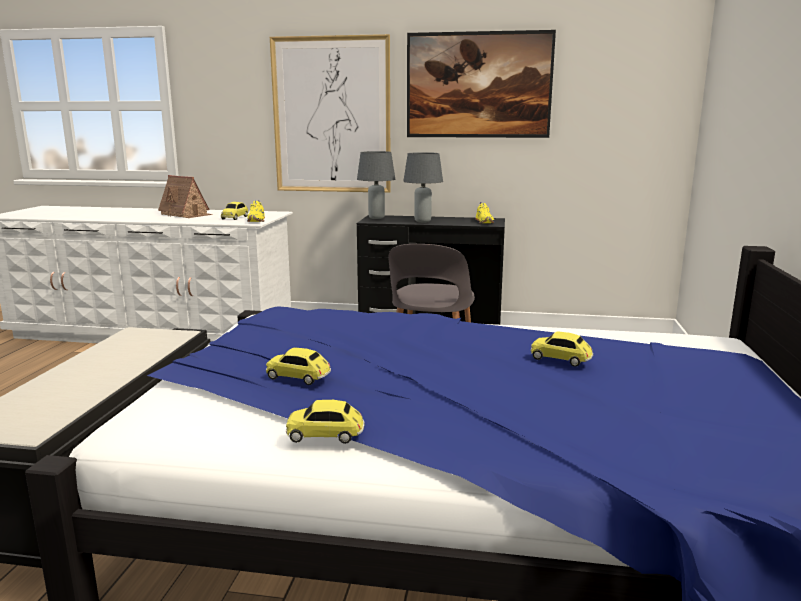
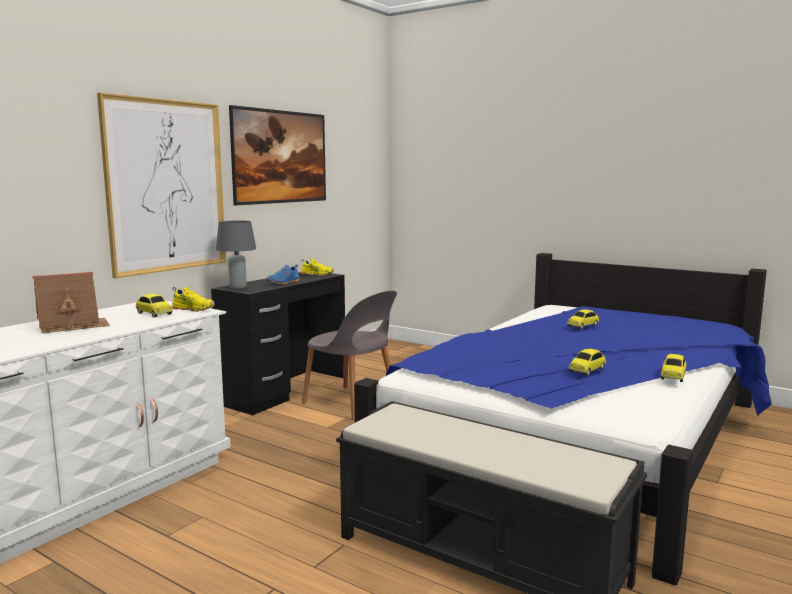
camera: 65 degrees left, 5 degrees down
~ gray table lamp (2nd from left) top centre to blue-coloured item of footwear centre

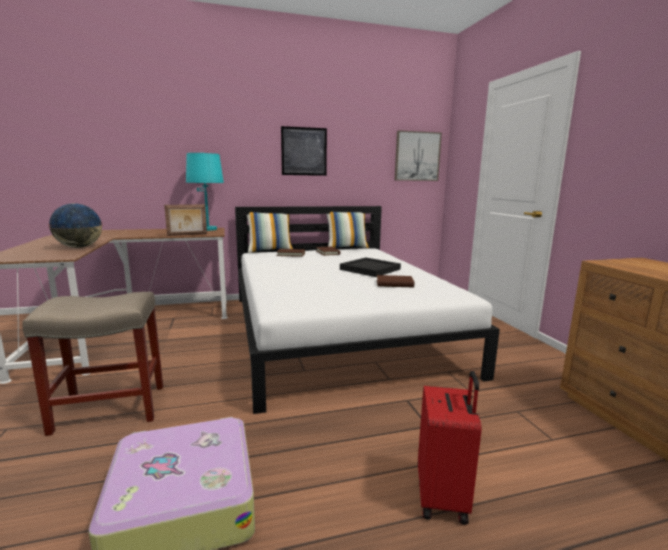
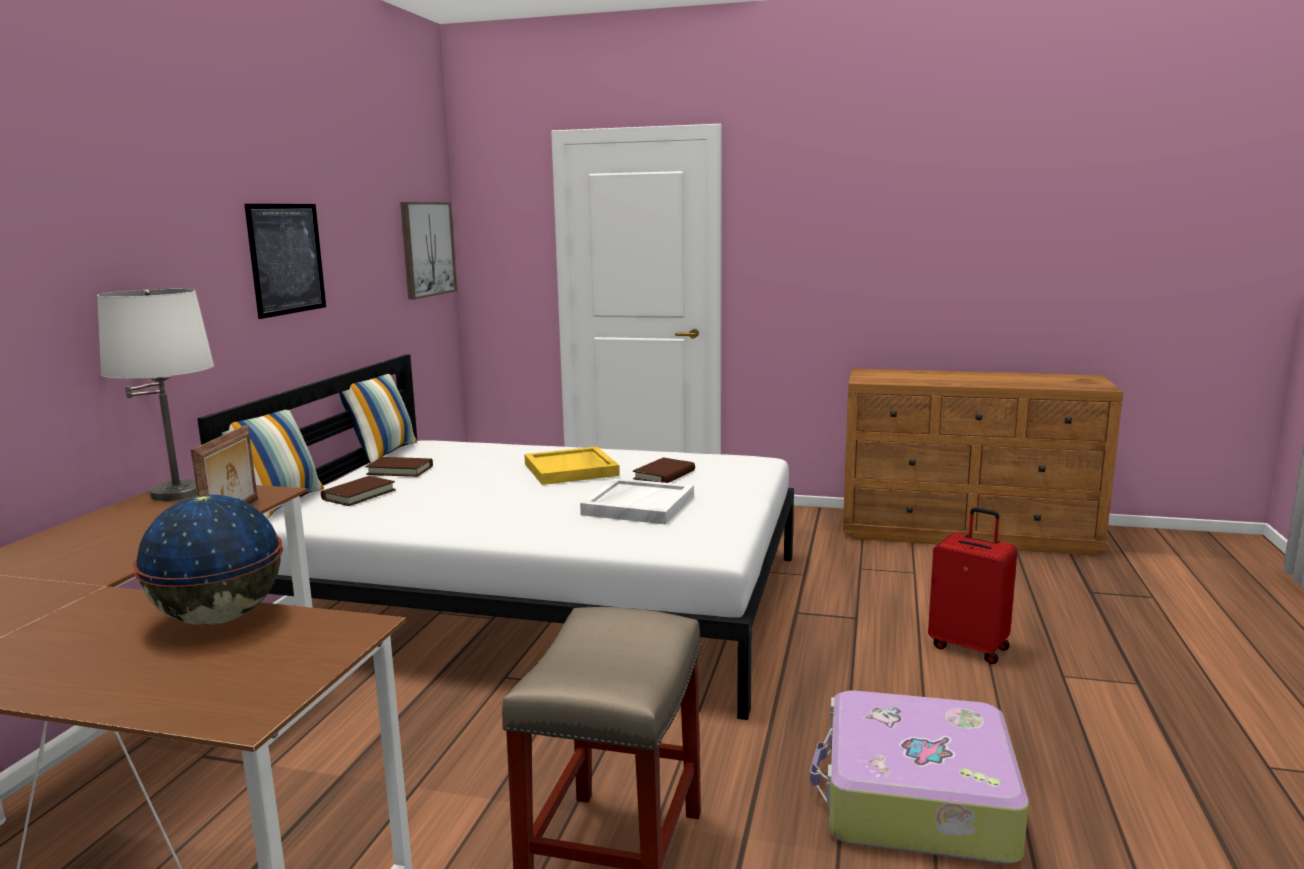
camera: 60 degrees left, 0 degrees up
~ turquoise table lamp middle left to white-coloured table lamp middle left
~ blackish serving tray centre to yellow serving tray centre
+ white-coloured serving tray centre

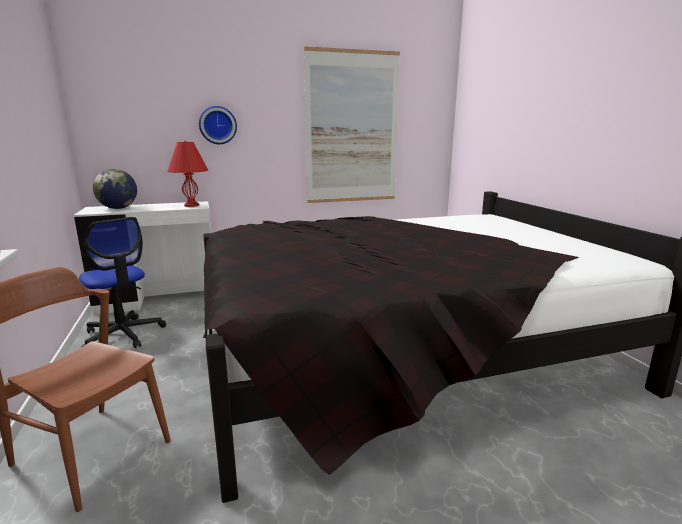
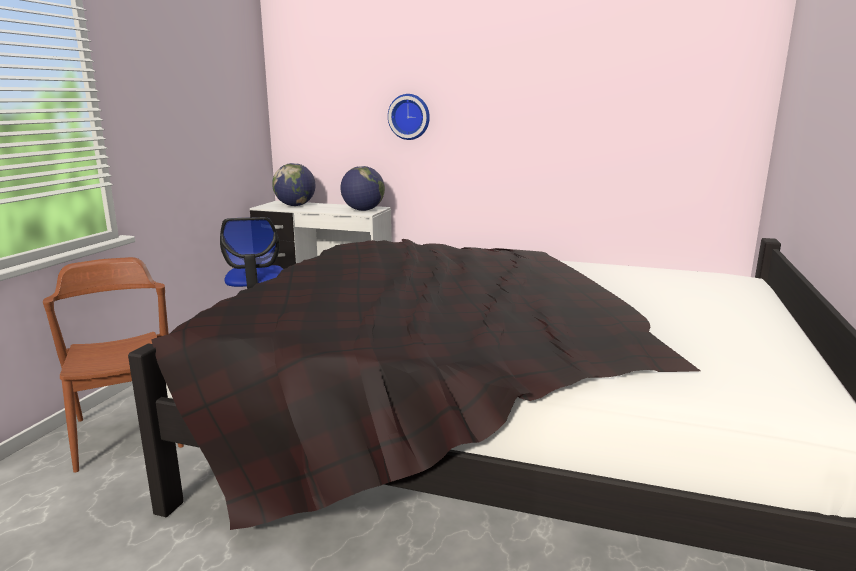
camera: 35 degrees right, 0 degrees up
~ red-coloured table lamp top left to desk globe (2nd from left) top centre
- wall picture top centre

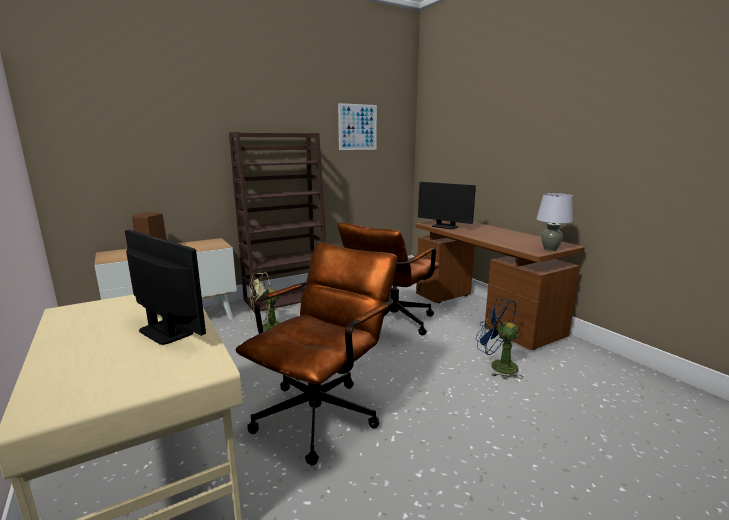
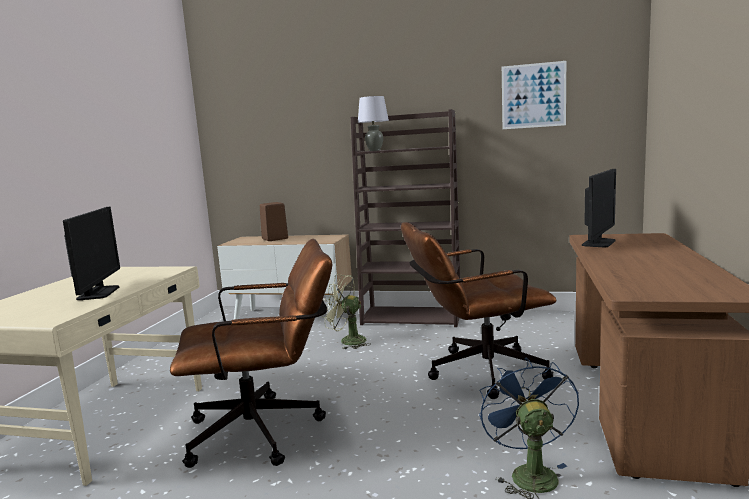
camera: 45 degrees right, 5 degrees down
~ computer display (2nd from left) centre = middle right 135 degrees counterclockwise
~ gray table lamp middle right to top centre

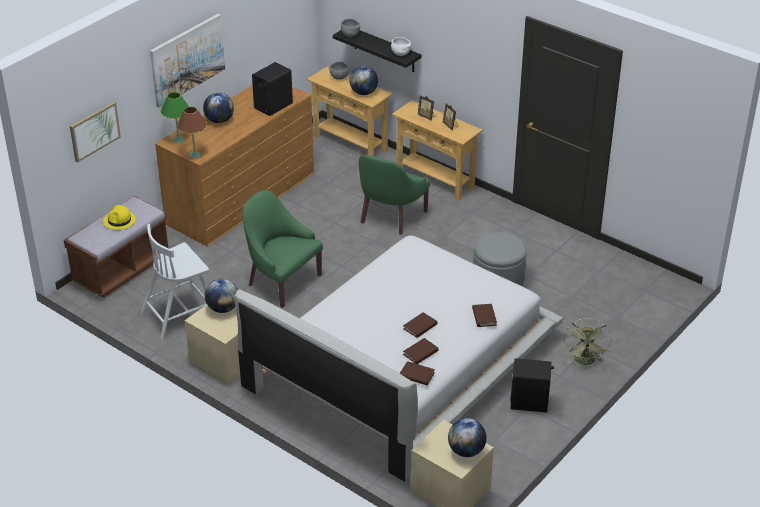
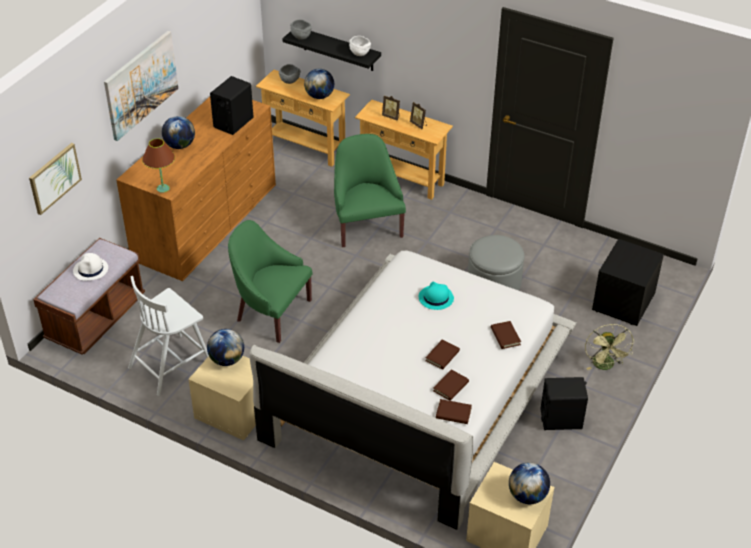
camera: 10 degrees left, 5 degrees up
~ yellow clothing hat middle left to white-coloured clothing hat middle left
- green table lamp top left
~ green armchair (2nd from left) centre = centre 150 degrees clockwise
+ turquoise clothing hat centre
+ blackish nightstand middle right

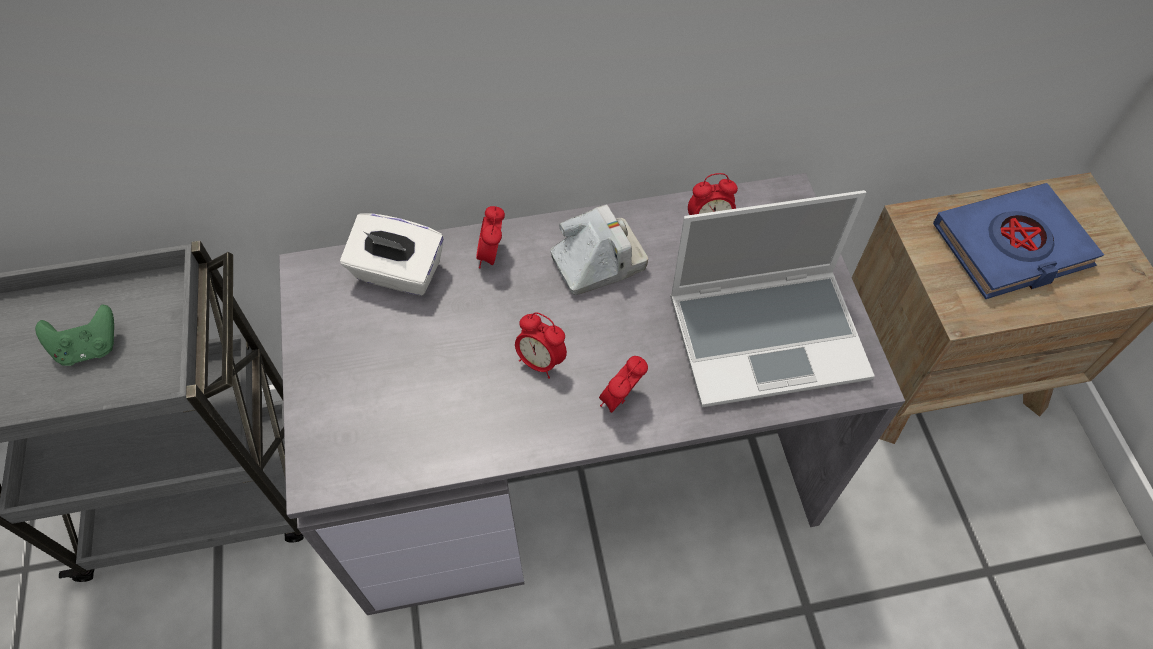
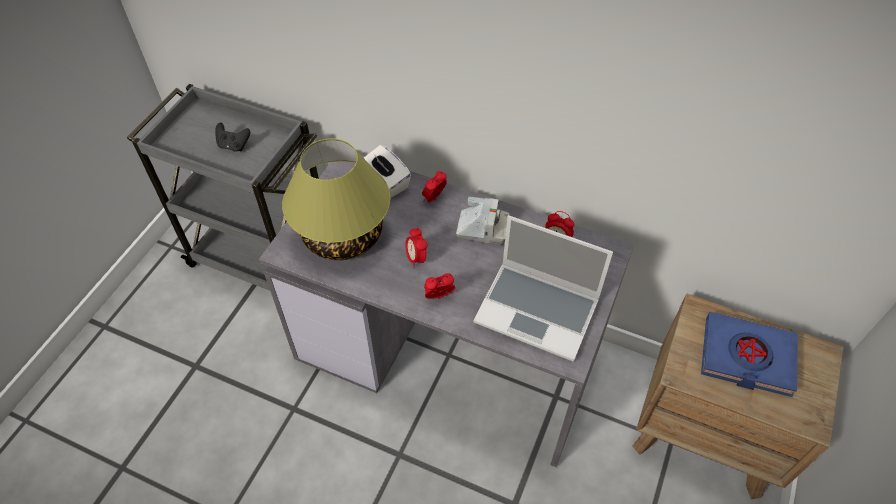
camera: 35 degrees right, 5 degrees down
~ green joypad middle left to blackish joypad top left
+ table lamp centre

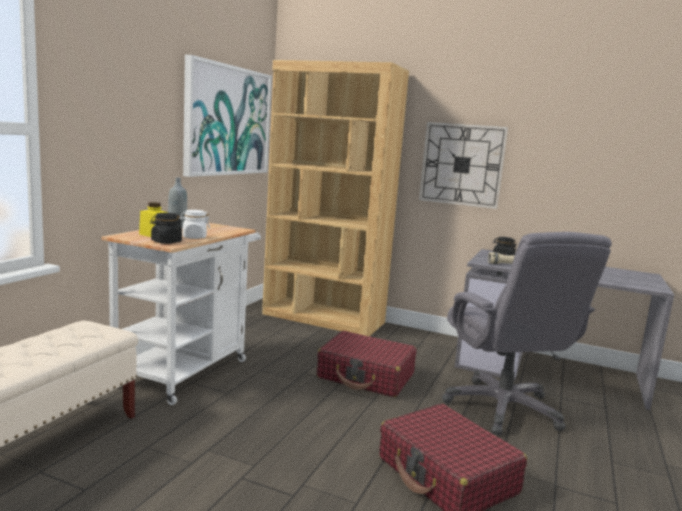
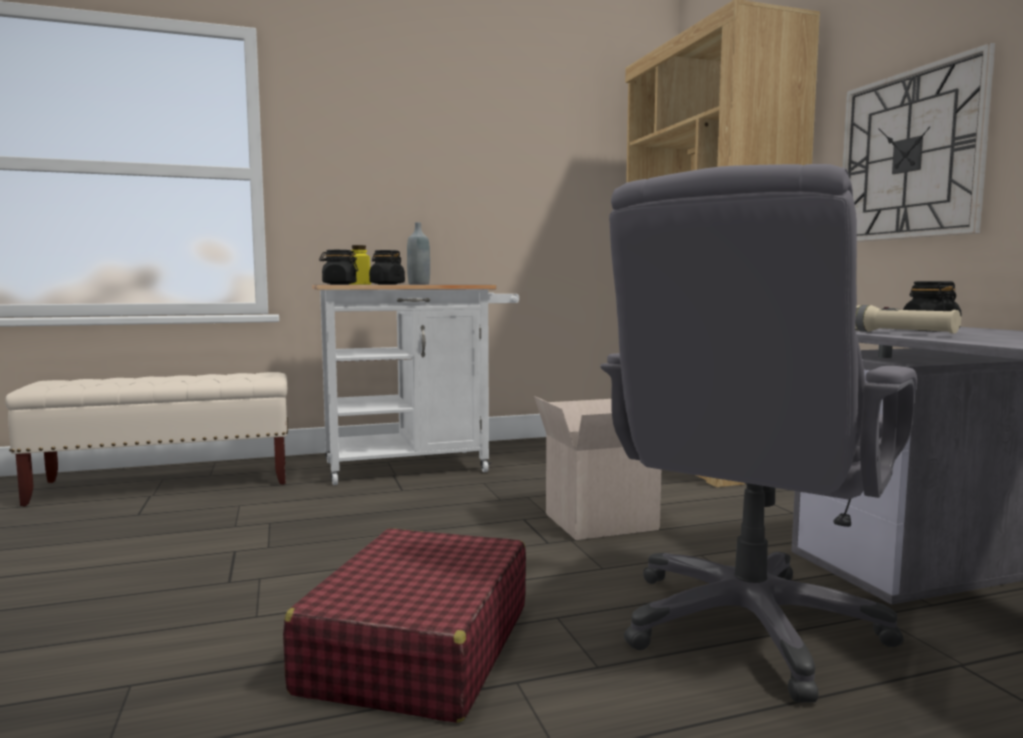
camera: 50 degrees right, 5 degrees down
~ white-coloured preserve jar middle left to blackish preserve jar (2nd from left) centre
- wall picture top left
~ red-coloured travel case (1st from left) bottom centre to cardboard box centre

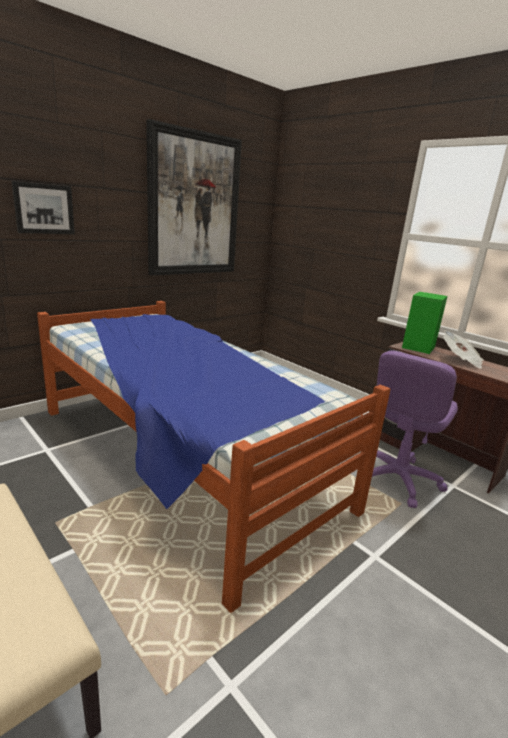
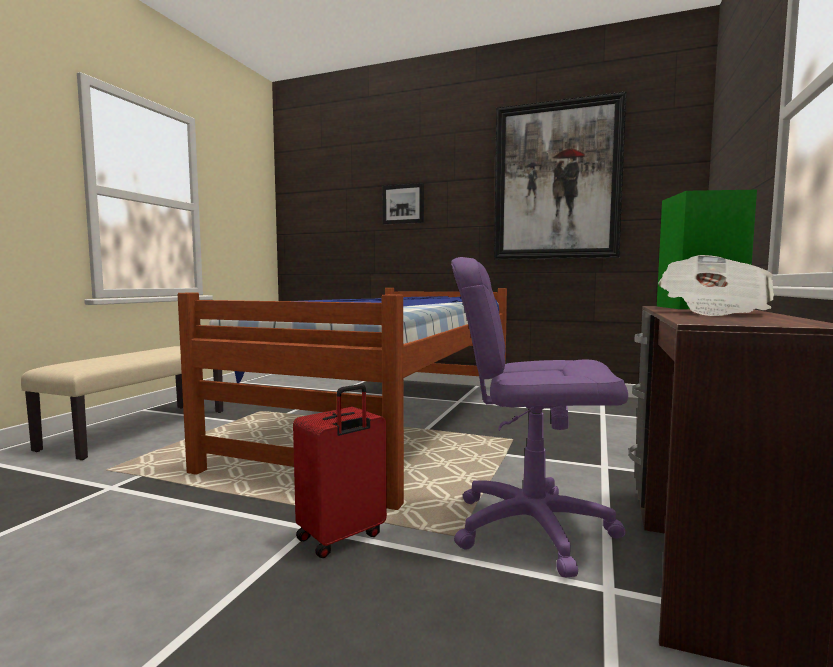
camera: 65 degrees right, 15 degrees down
+ red-coloured travel case bottom centre

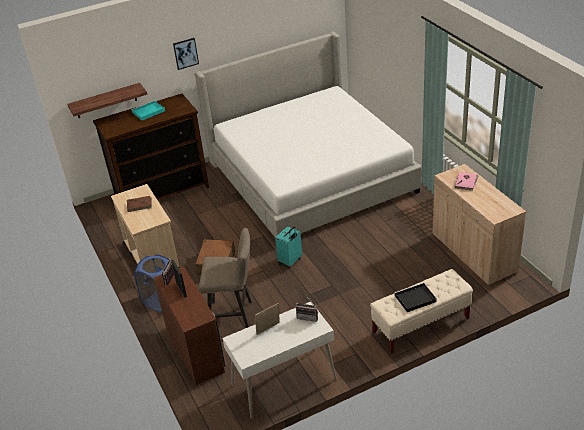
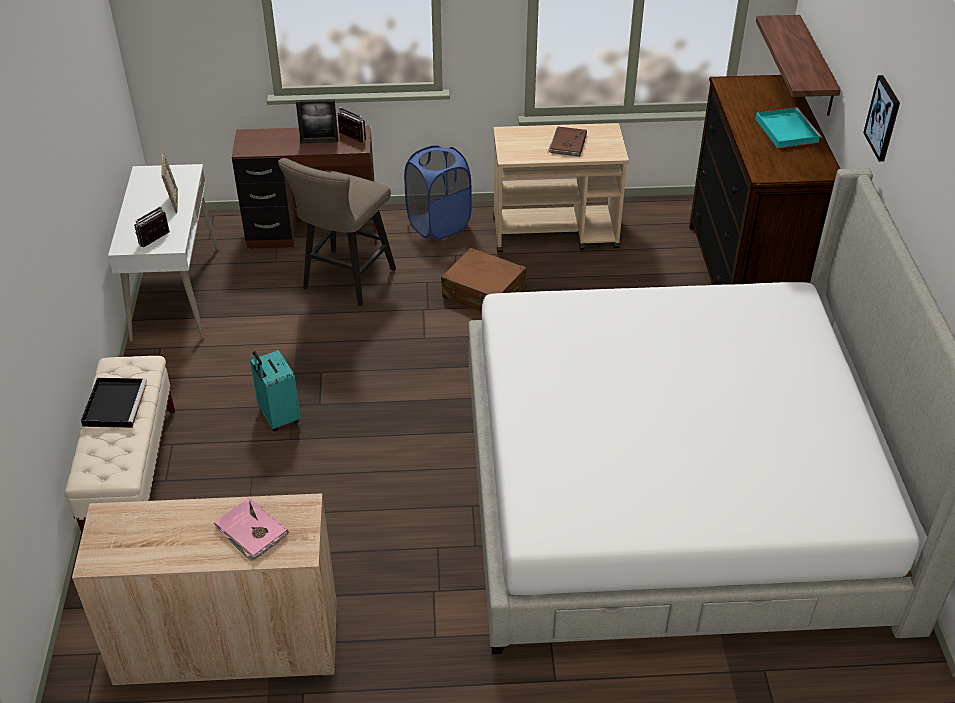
camera: 110 degrees right, 5 degrees up
~ turquoise travel case centre to middle left

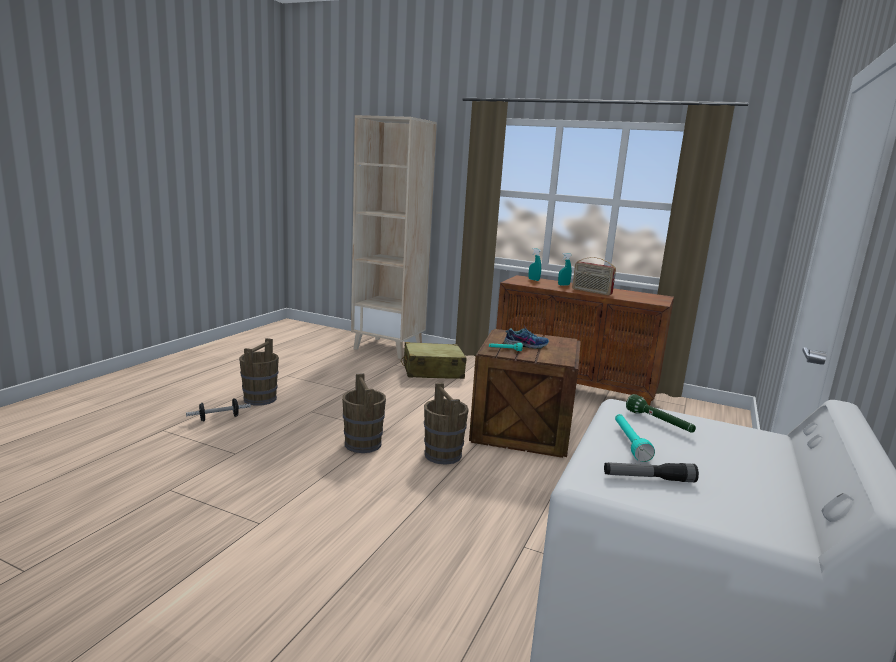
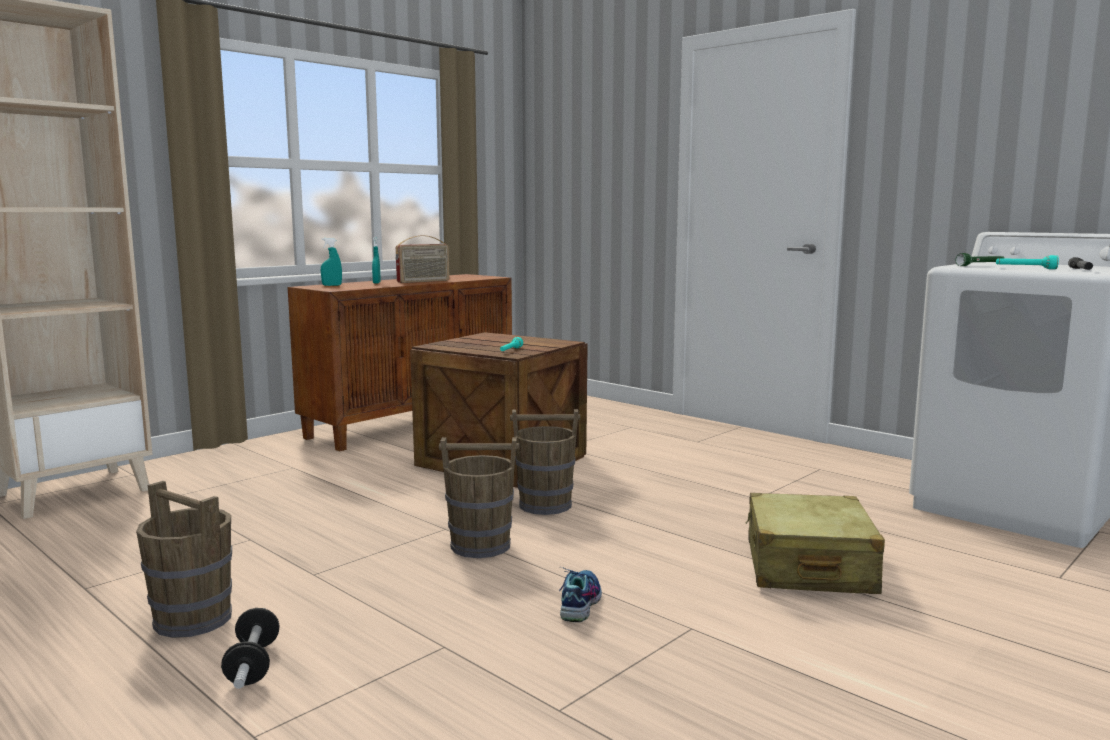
camera: 70 degrees left, 5 degrees down
~ beige-coloured travel case centre to bottom right
~ item of footwear centre to bottom centre

